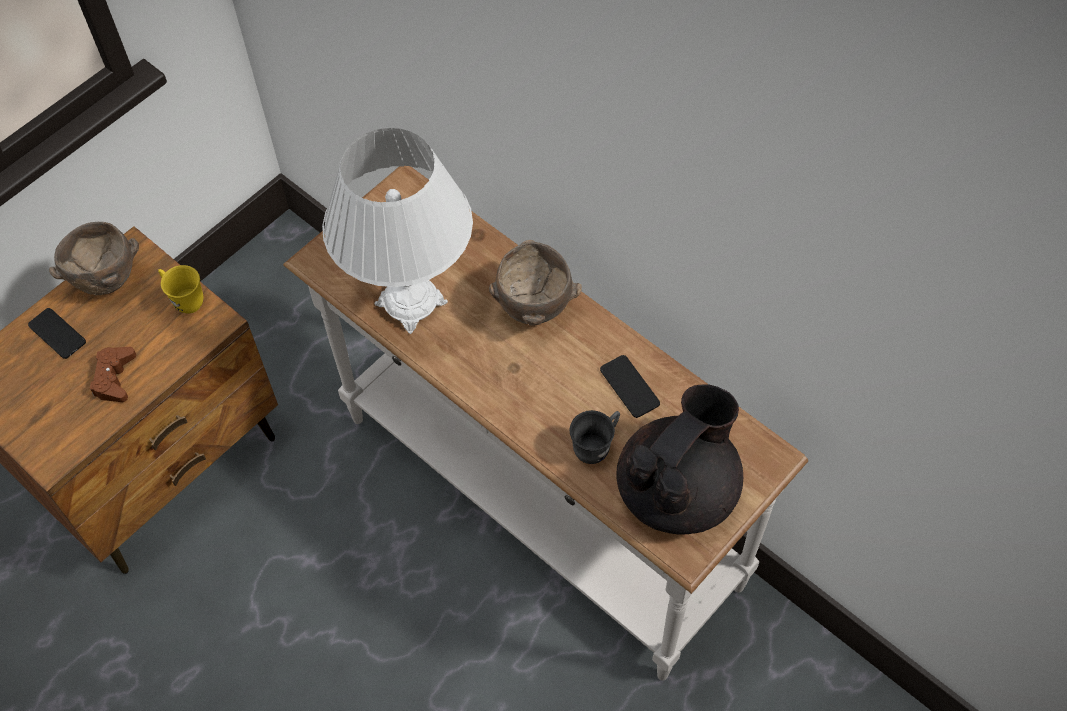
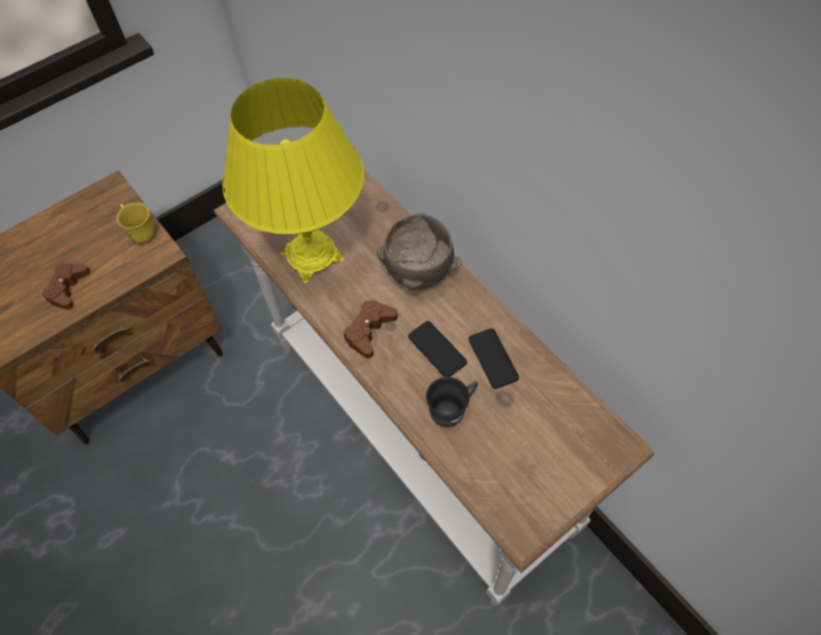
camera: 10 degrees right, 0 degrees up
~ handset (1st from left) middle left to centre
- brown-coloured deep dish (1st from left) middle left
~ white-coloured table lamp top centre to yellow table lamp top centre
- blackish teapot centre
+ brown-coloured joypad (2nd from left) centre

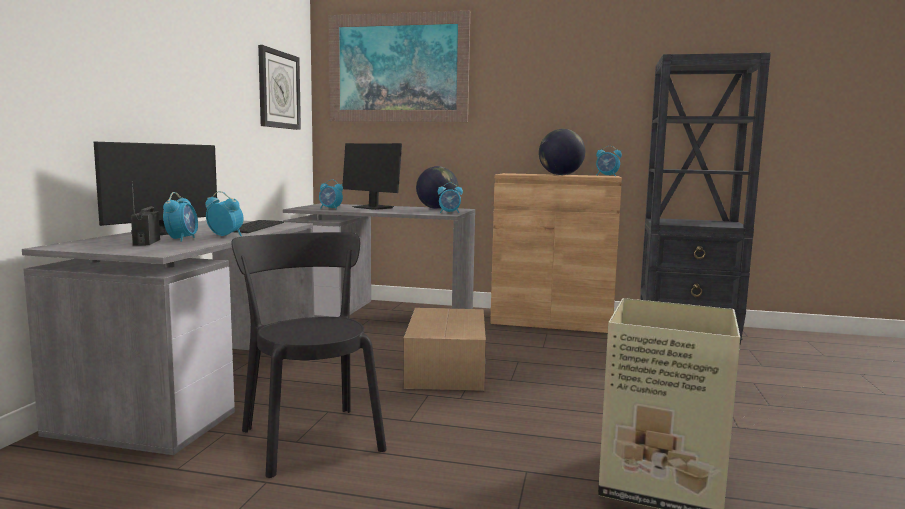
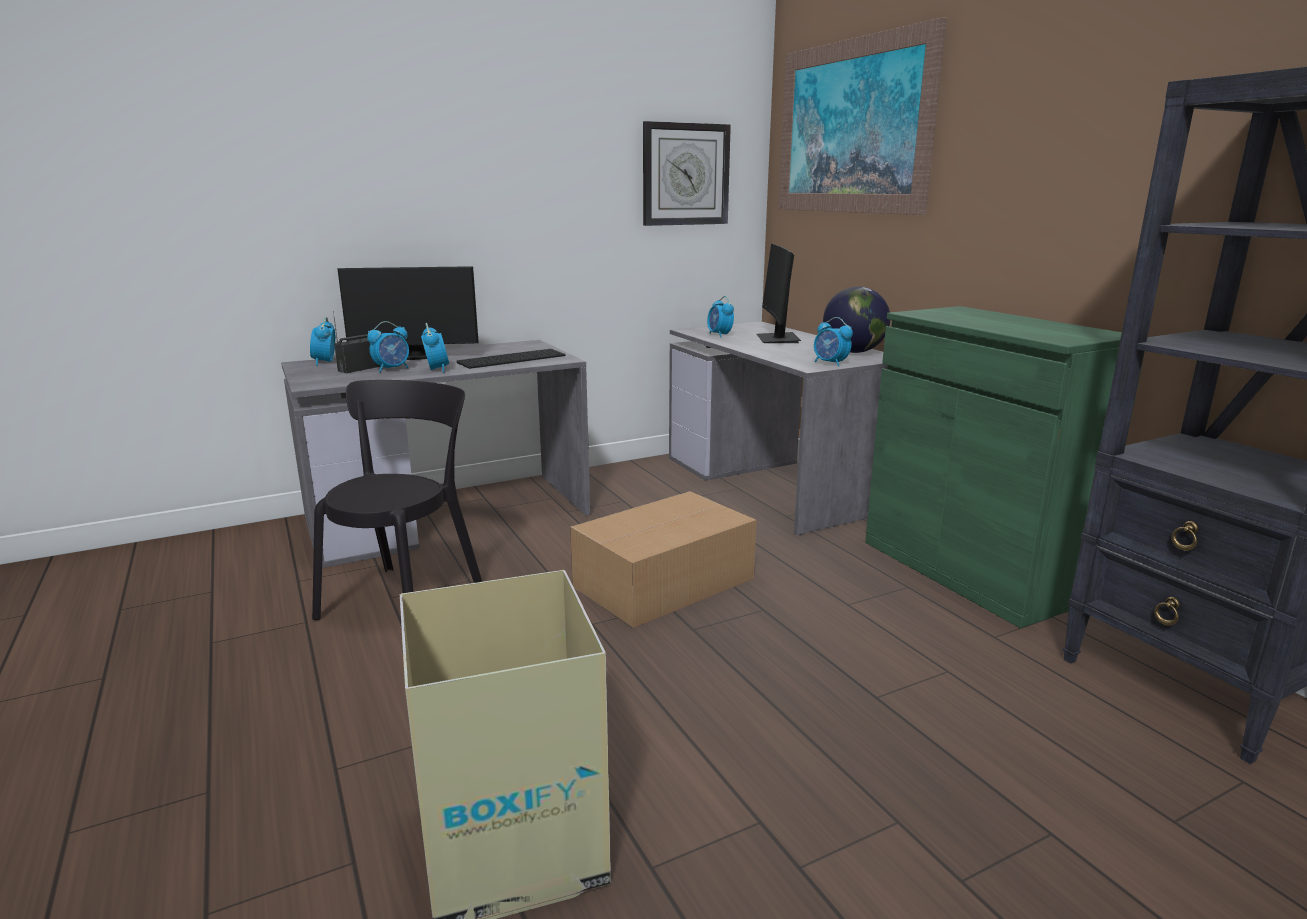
camera: 50 degrees right, 10 degrees up
~ brown-coloured cupboard centre to green cupboard middle right
- desk globe (2nd from left) top centre
~ table clock (5th from left in the first image) top right to table clock (1st from left) middle left

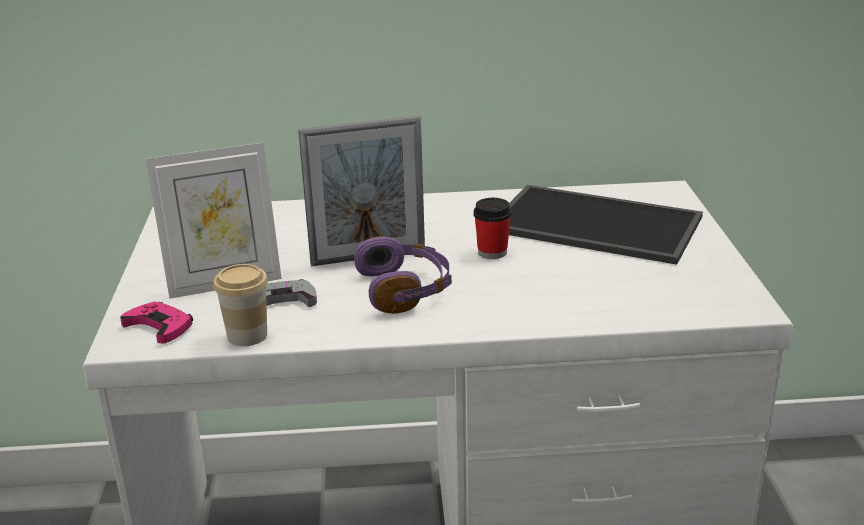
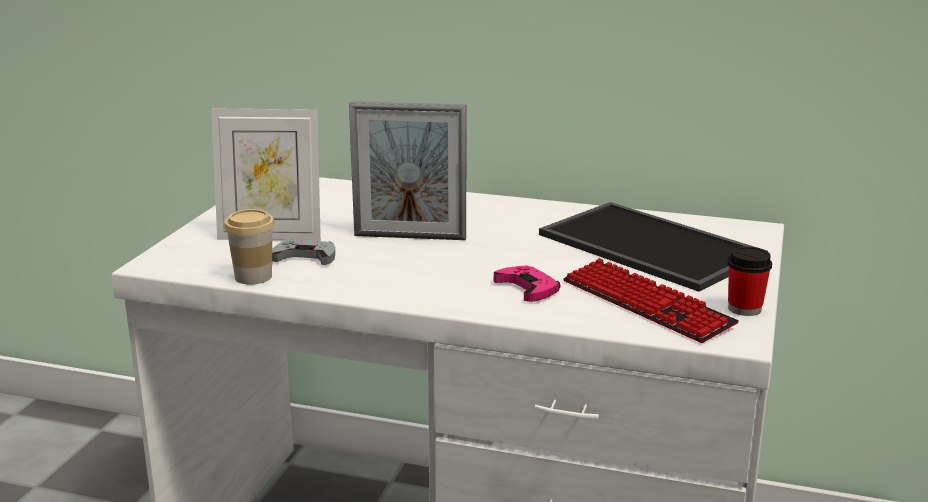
camera: 20 degrees right, 5 degrees down
~ pinkish joypad middle left to centre
- purplish headphones centre
~ cup (2nd from left) centre to middle right
+ computer keyboard middle right

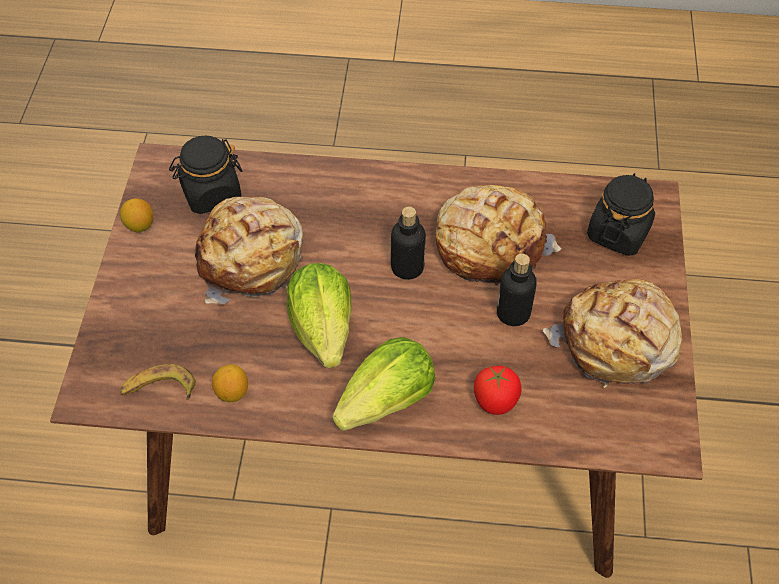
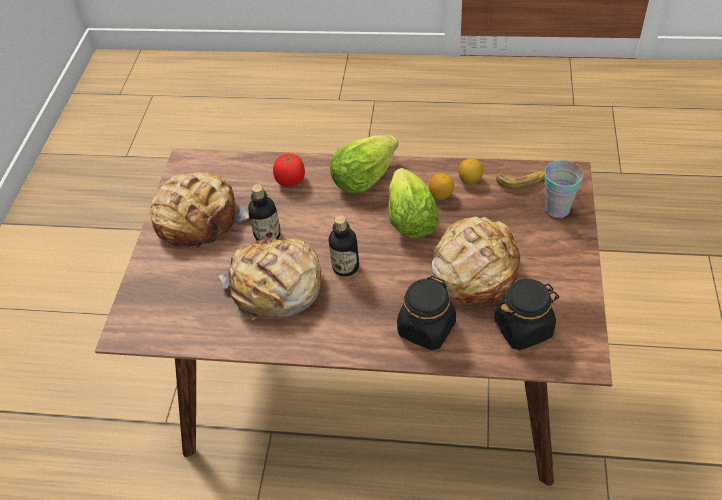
camera: 175 degrees left, 5 degrees down
~ lemon (1st from left) middle left to centre
~ blackish preserve jar (2nd from left in the first image) middle right to blackish preserve jar (1st from left) centre
+ cup middle right

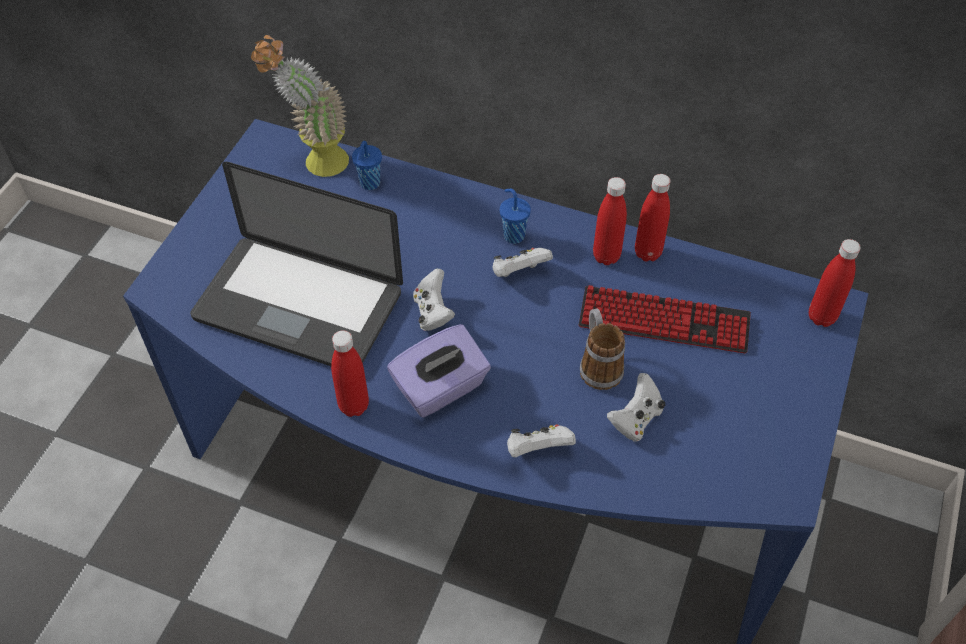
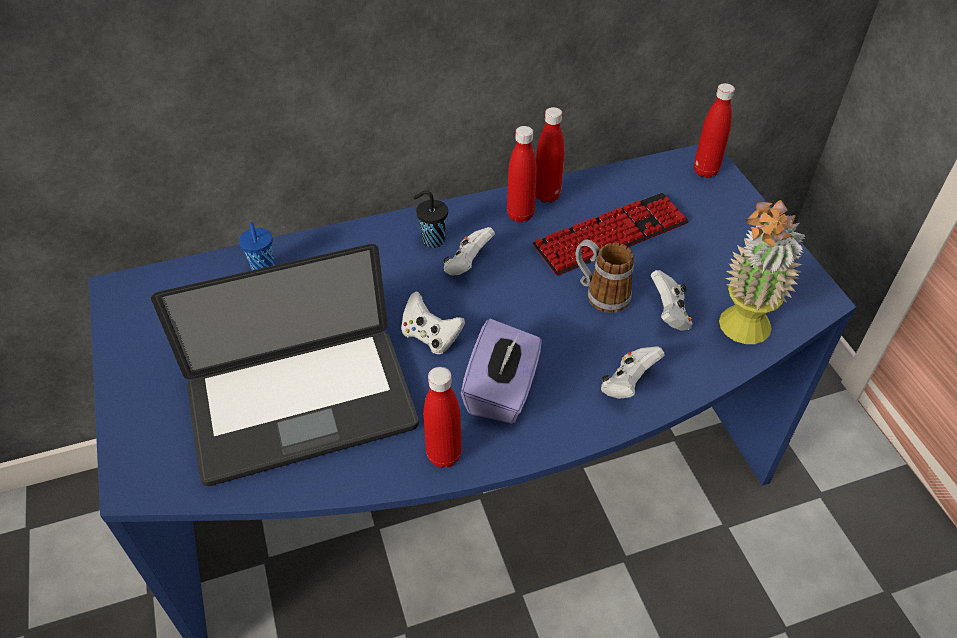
camera: 40 degrees left, 5 degrees down
~ potted plant top left to middle right
~ blue-coloured cup (2nd from left) centre to blackish cup centre

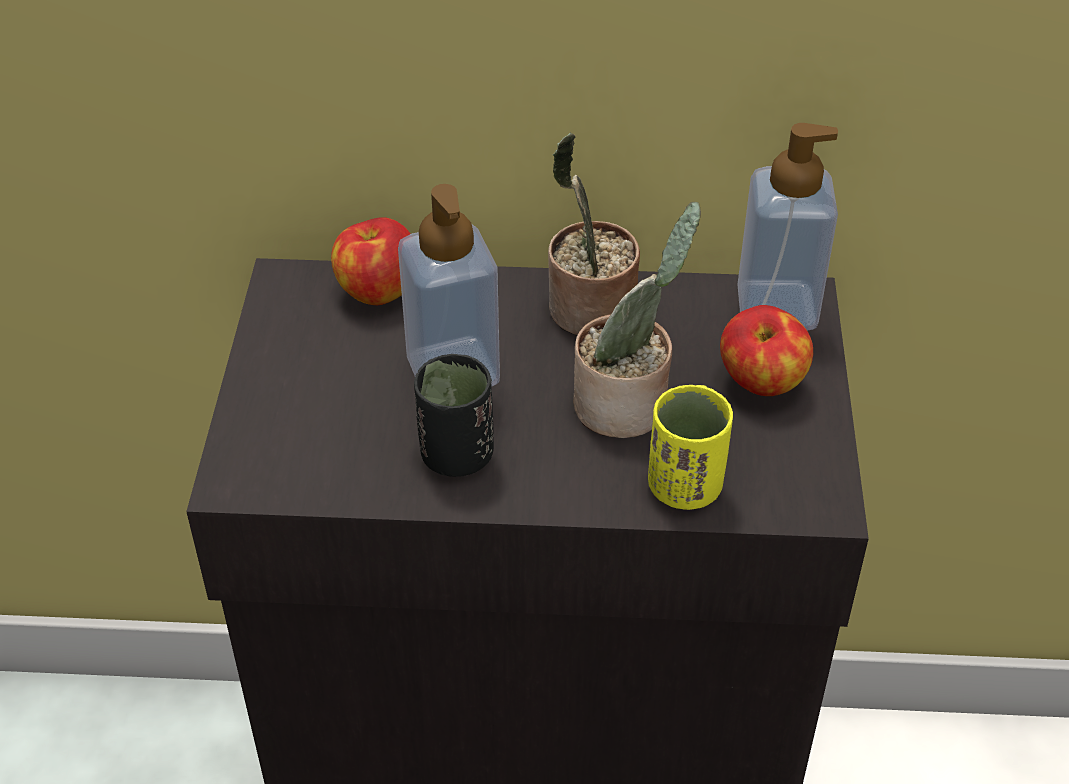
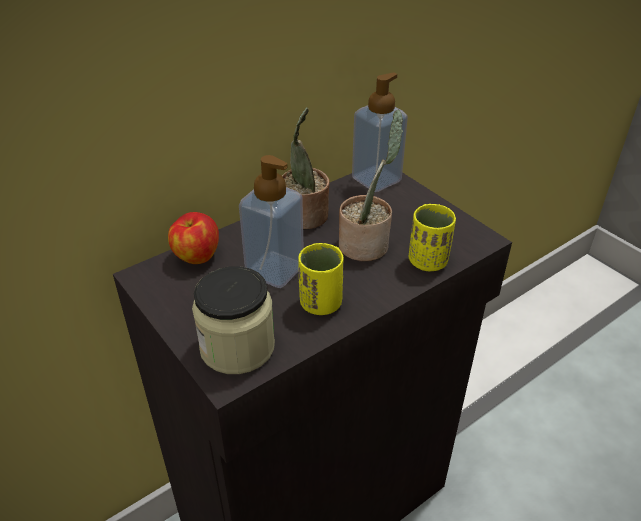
camera: 40 degrees left, 5 degrees down
~ blackish cup centre to yellow cup (1st from left) centre
- apple (2nd from left) middle right
+ preserve jar centre

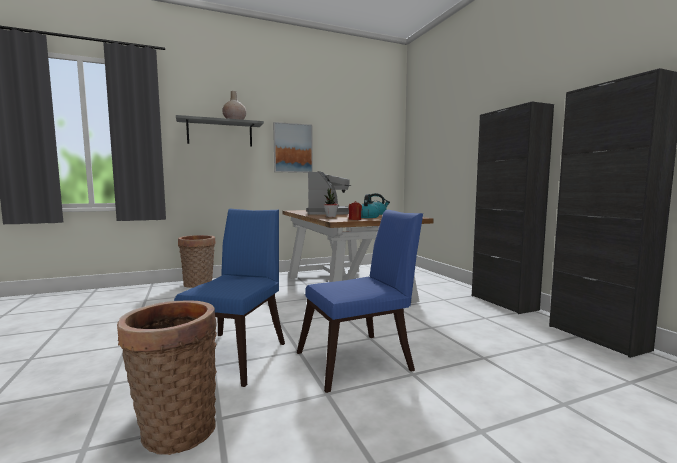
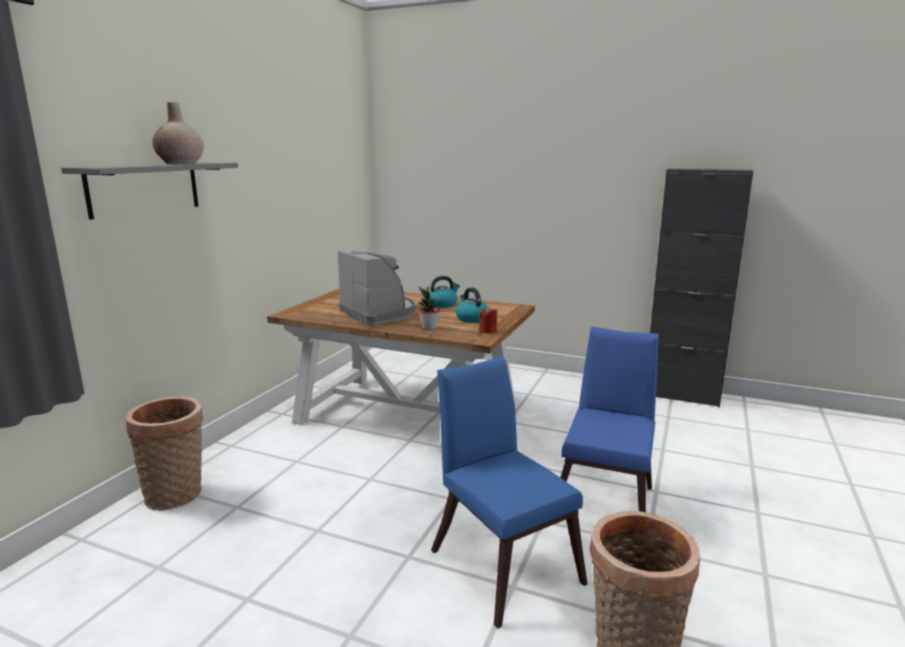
camera: 45 degrees left, 10 degrees up
- wall picture top centre
- blackish cupboard (1st from left) middle right

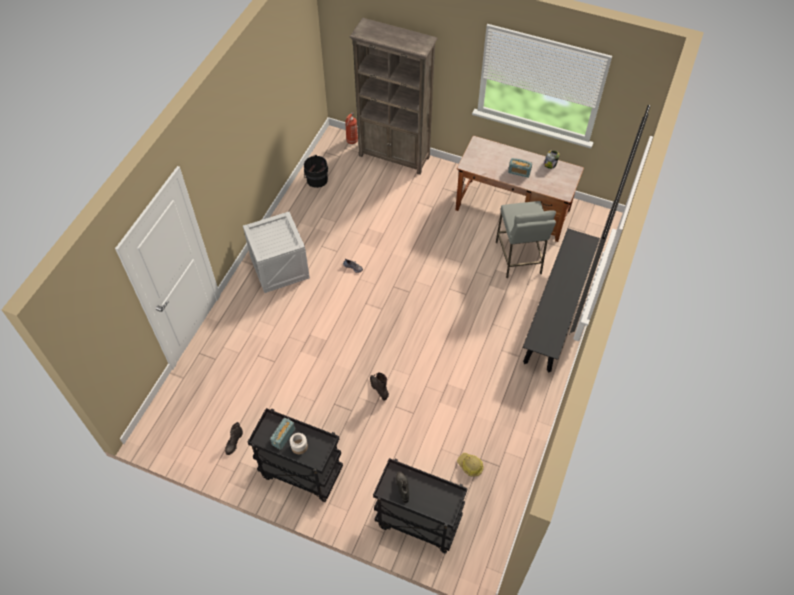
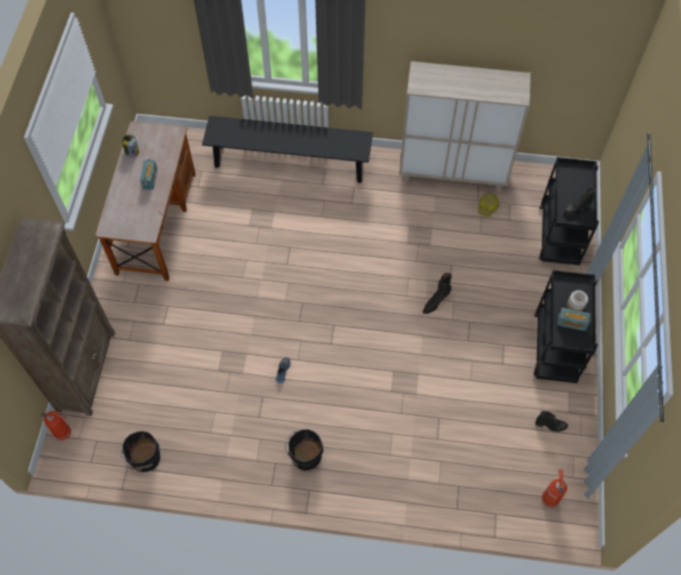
camera: 105 degrees left, 5 degrees up
~ packing crate centre to blackish bucket (2nd from left) bottom centre
- gray stool centre
+ beige-coloured cupboard top right
+ fire-fighting cylinder (2nd from left) bottom right

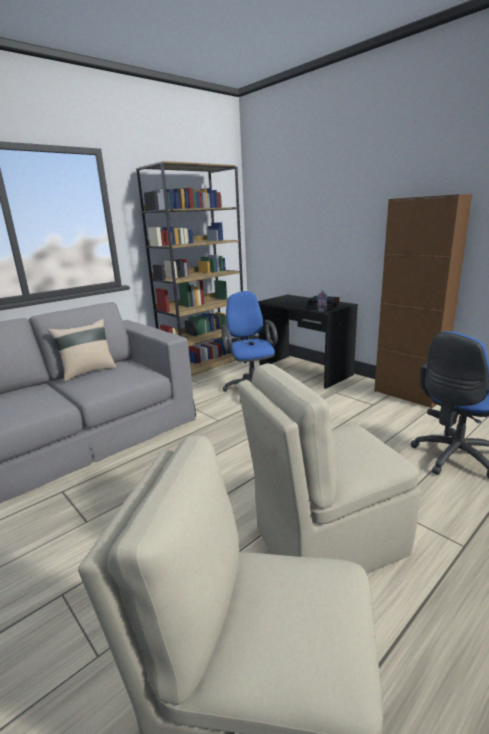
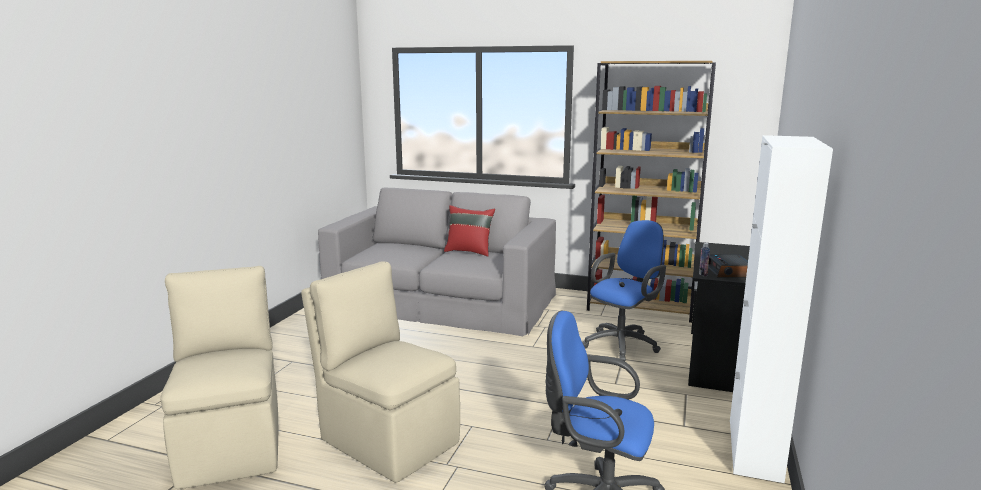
camera: 60 degrees right, 5 degrees down
~ beige-coloured throw pillow middle left to red-coloured throw pillow centre
~ brown-coloured cupboard middle right to white-coloured cupboard middle right

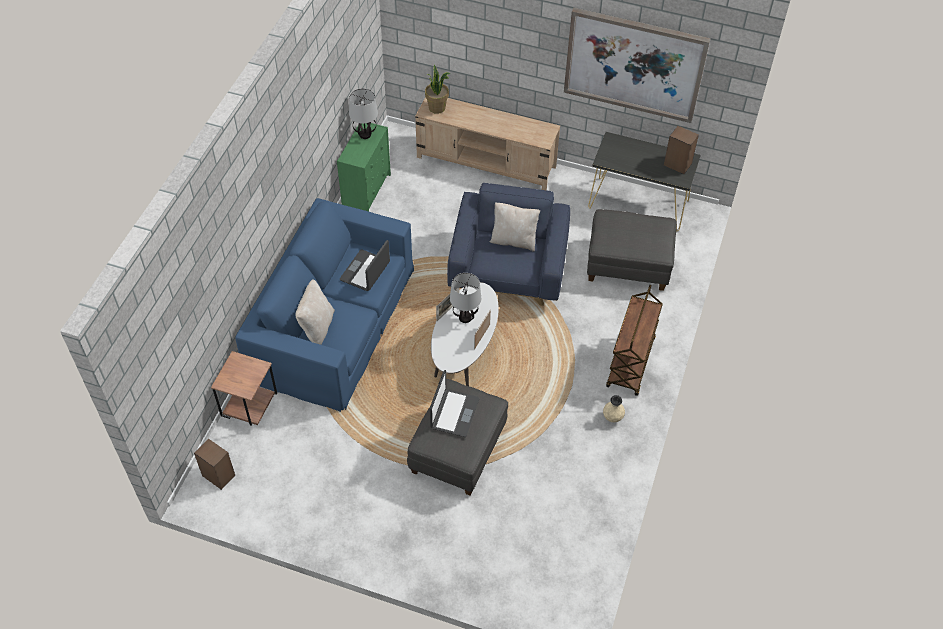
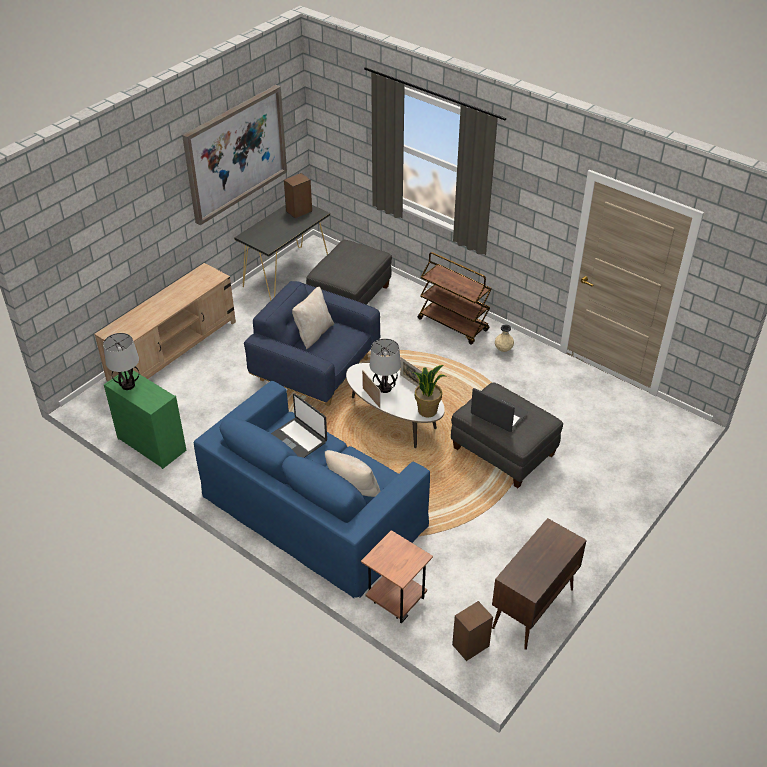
camera: 70 degrees left, 10 degrees down
~ potted plant top centre to centre
+ brown-coloured cupboard bottom right

